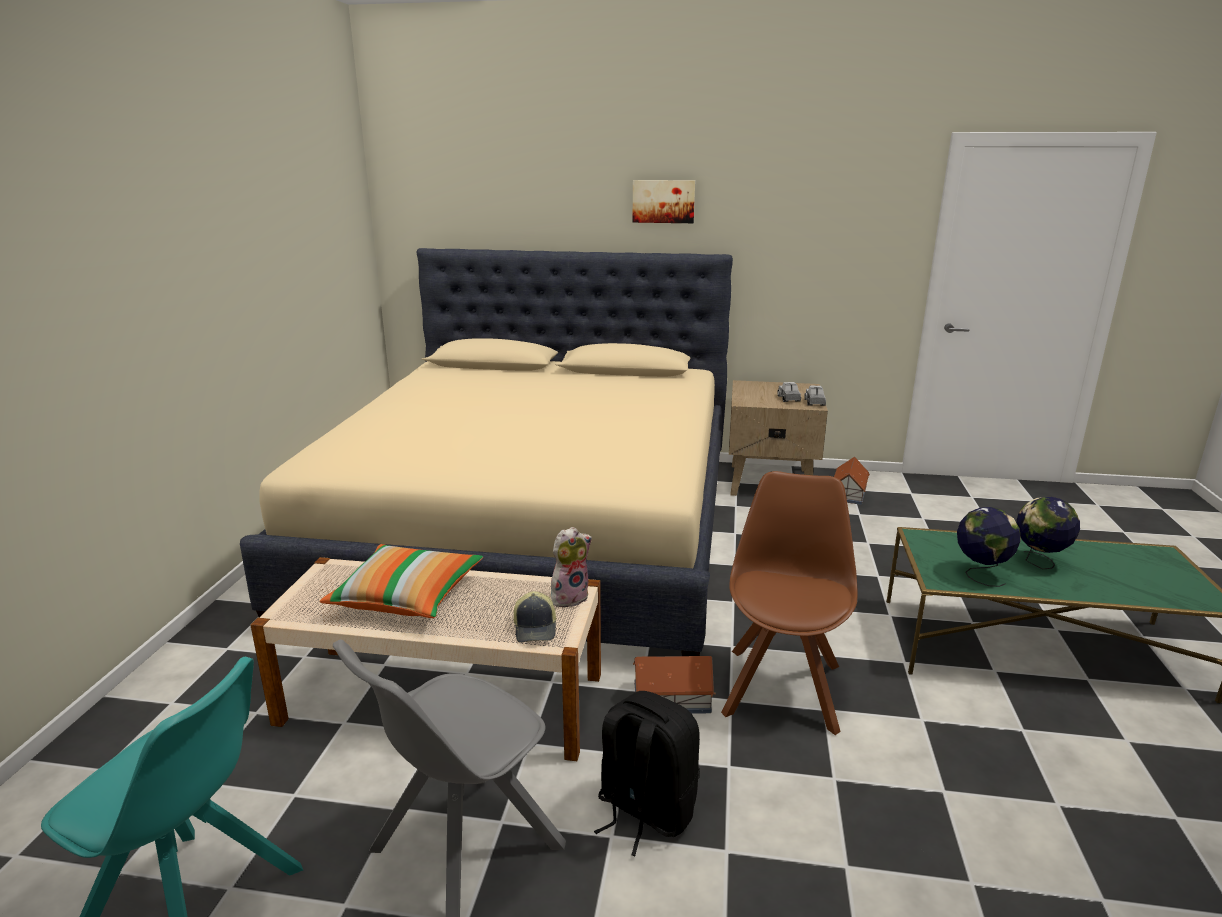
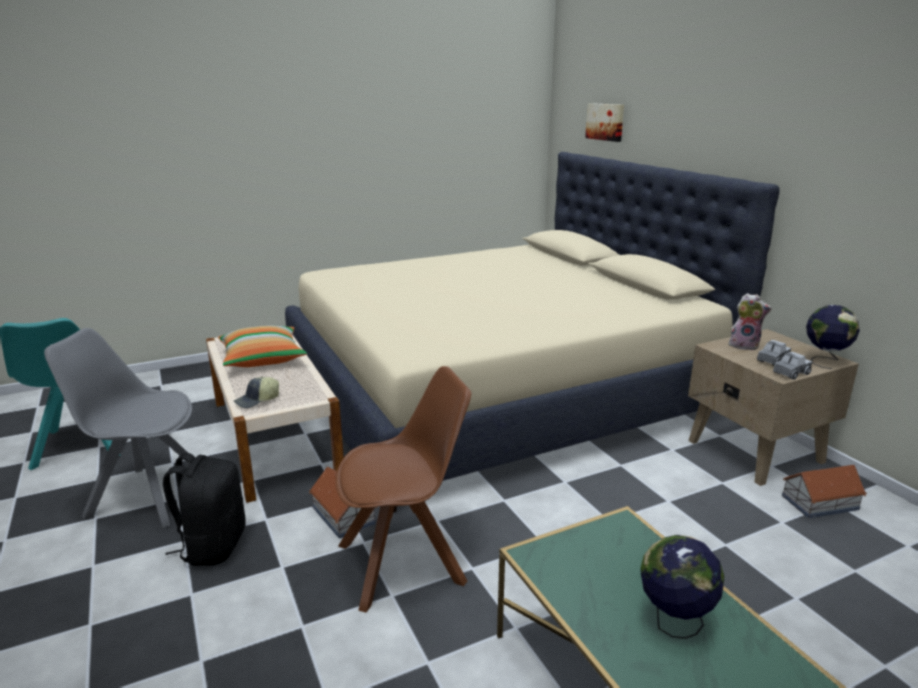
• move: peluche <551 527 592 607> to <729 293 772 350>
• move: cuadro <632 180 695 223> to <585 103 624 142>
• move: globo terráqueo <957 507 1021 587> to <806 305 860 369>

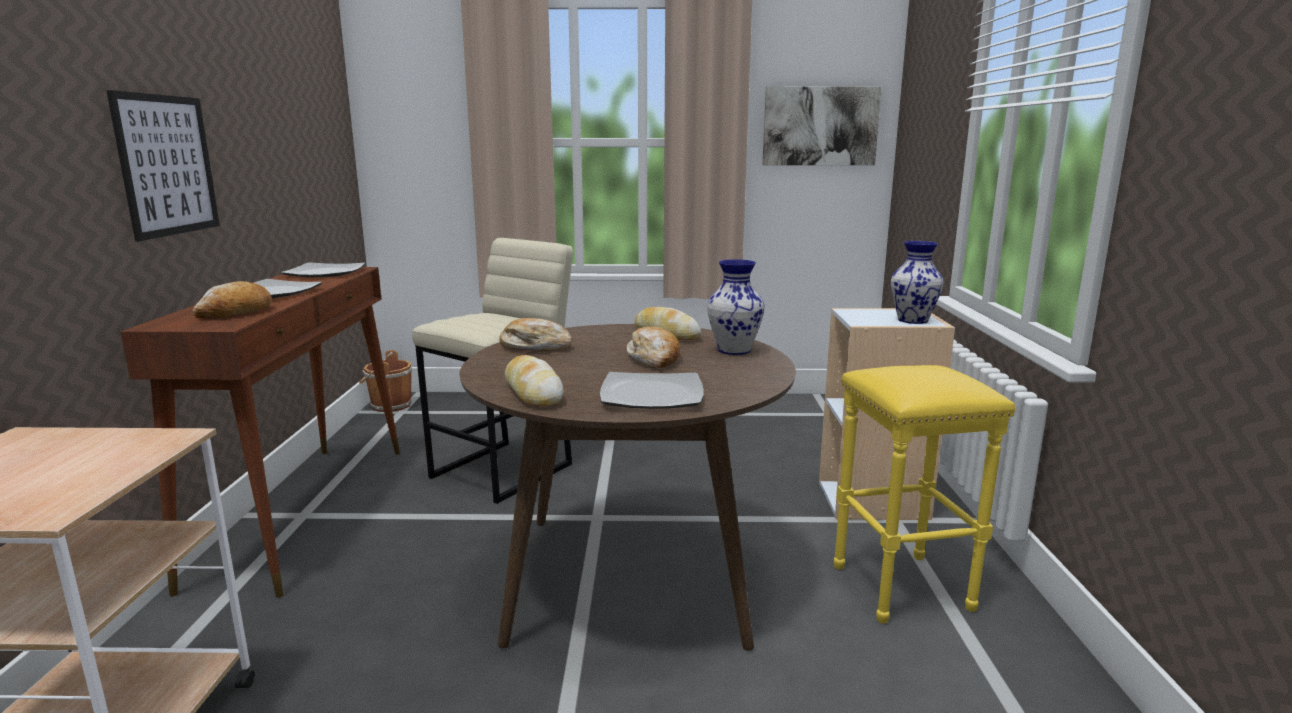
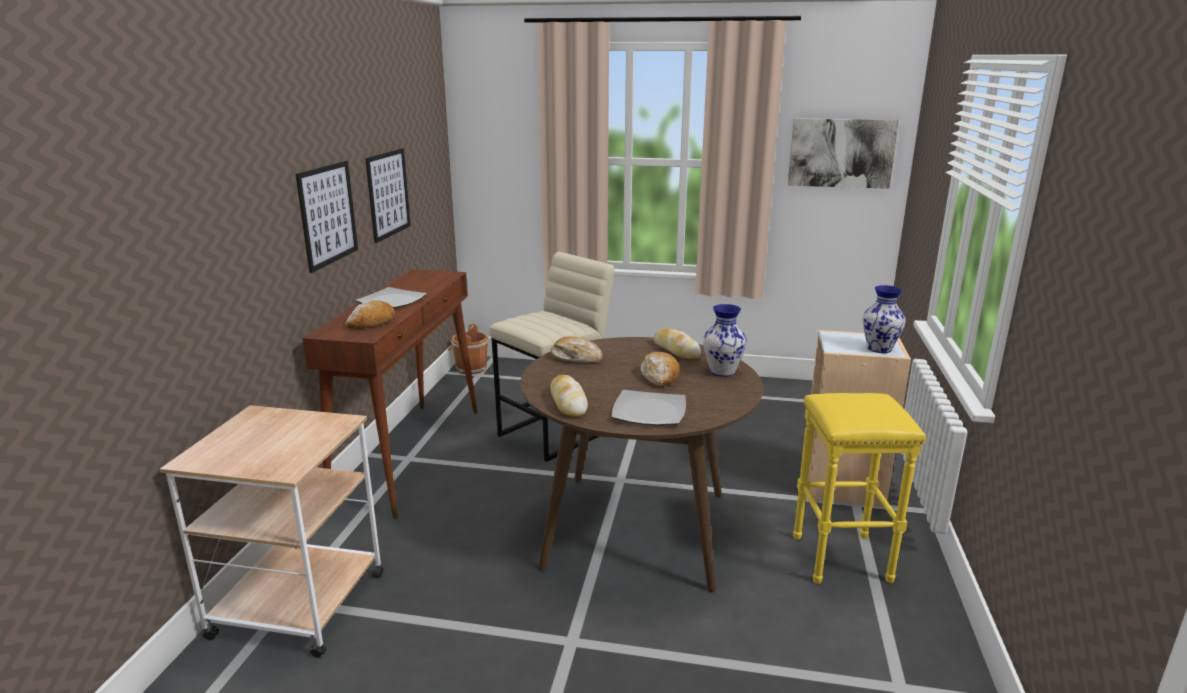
• delete: plato <280 262 365 277>
• insert: cuadro <365 148 411 243>

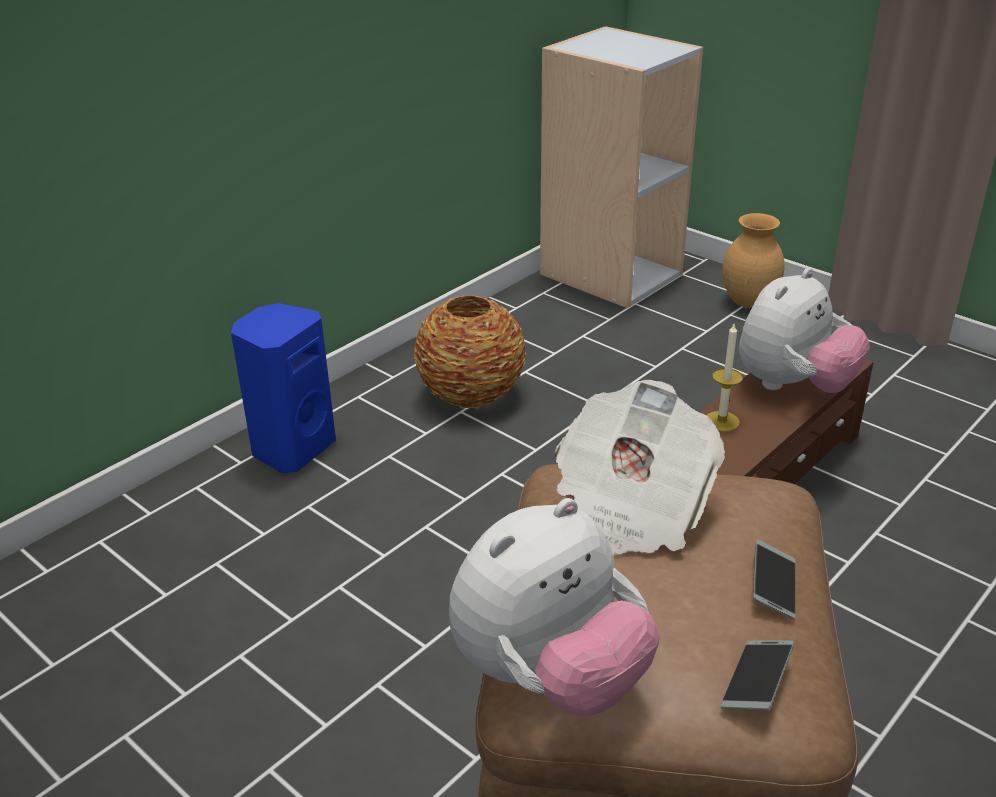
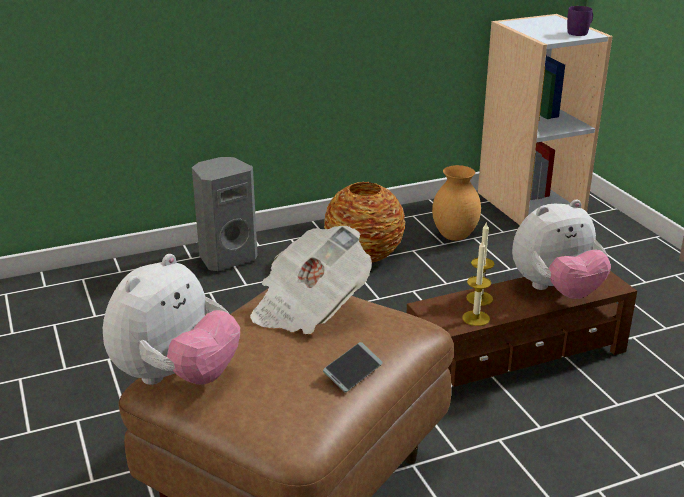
• delete: móvil <721 640 794 711>
• insert: vela <462 241 491 326>
• insert: taza grande (morado) <567 6 593 36>
• move: florero (marrón) <722 213 784 308> to <432 165 481 241>
• recolor: altavoz (azul) <231 303 336 473> to altavoz (gris) <192 157 257 271>
• rotate: peluche <449 498 660 716> = <103 254 240 385> 45 degrees counterclockwise

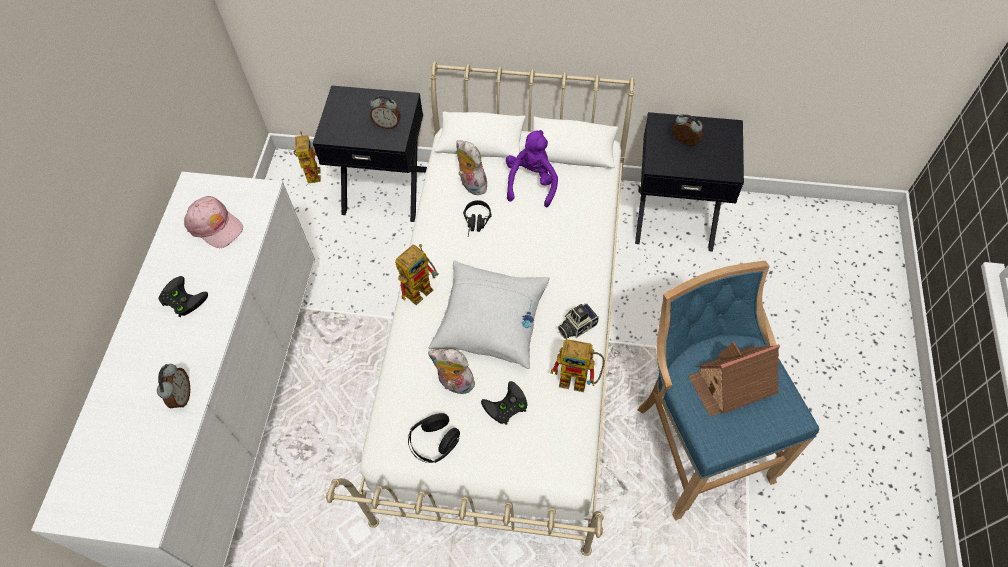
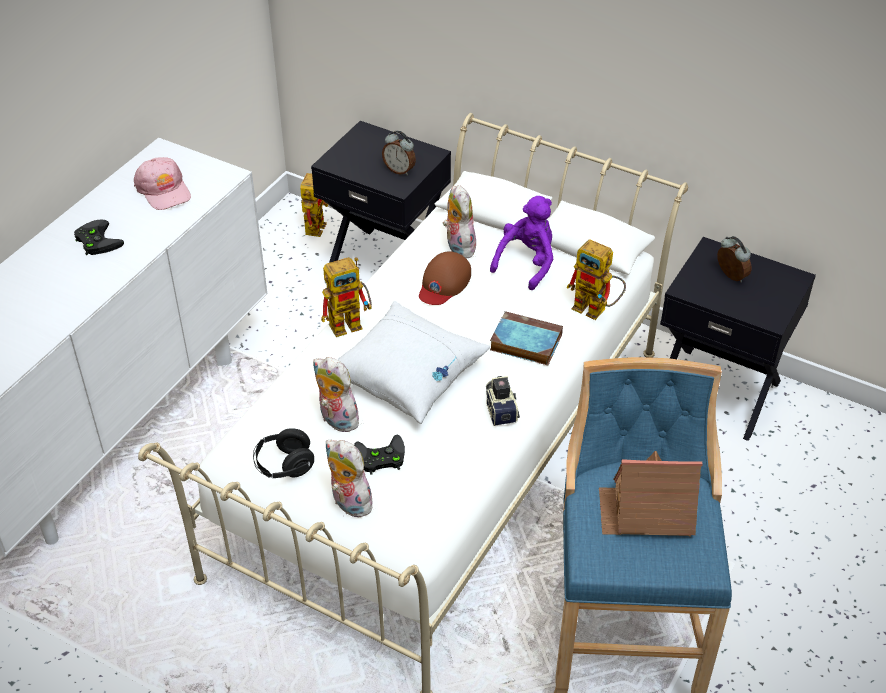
• delete: despertador <157 364 190 408>
• insert: peluche <325 440 373 517>
• insert: libro <490 311 563 365>
• move: robot de juguete <550 339 605 392> to <566 239 626 320>
• replace: auriculares (negro) <463 200 491 236> to gorra (marrón) <419 252 471 305>
• rotate: cámara <558 303 599 339> = <486 376 520 426> 90 degrees clockwise

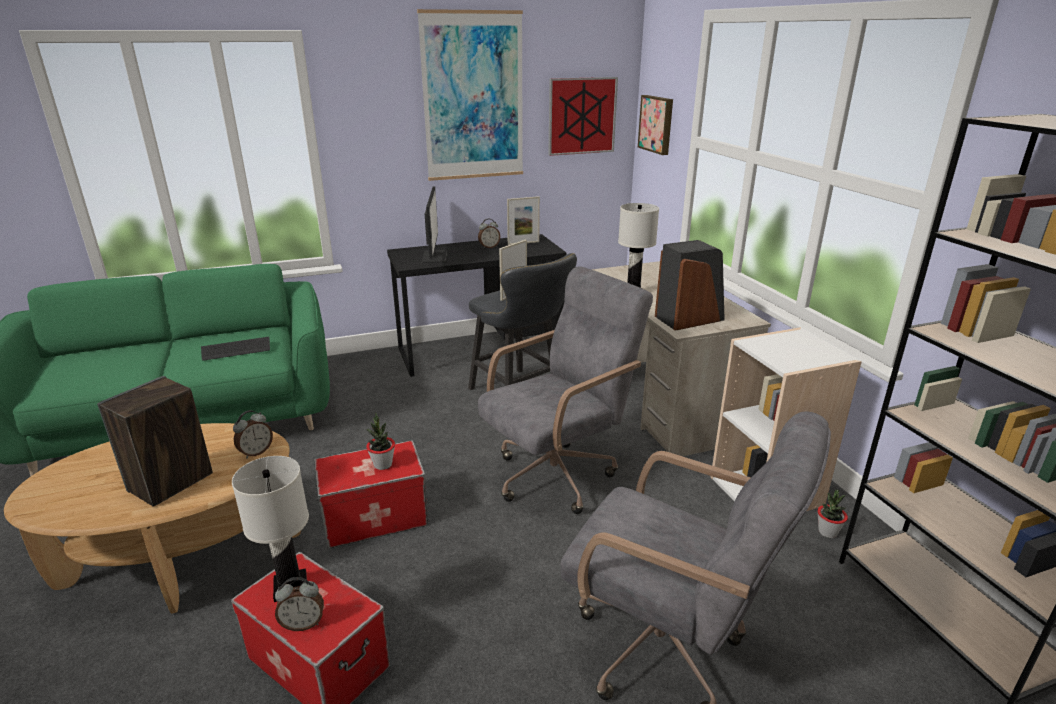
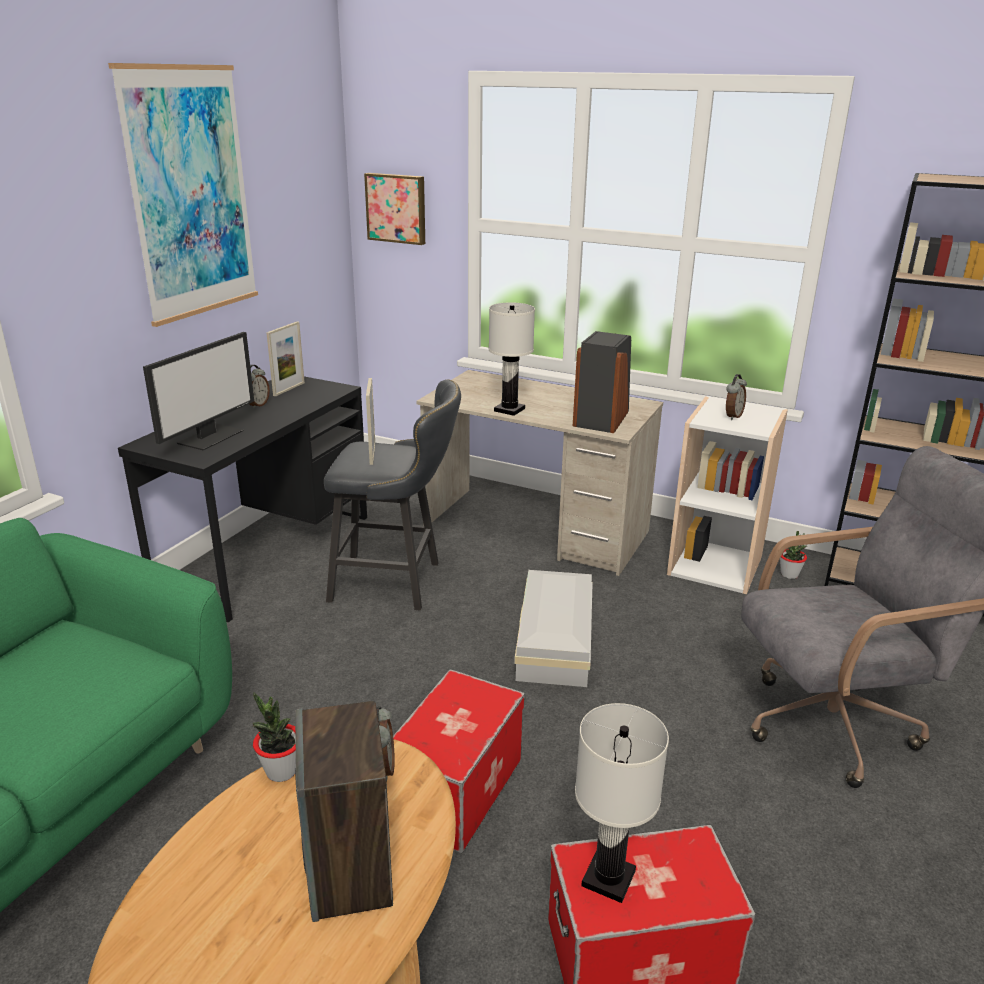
• delete: teclado <201 337 270 361>
• delete: cuadro <548 77 618 156>
• move: despertador <275 577 324 631> to <726 374 747 420>
• move: planta en maceta <366 412 395 470> to <253 692 296 782>
• replace: silla de oficina (gris) <478 266 653 514> to caja de almacenaje (blanco) <514 570 592 687>
• rotate: monitor <422 187 447 263> = <143 332 254 450> 75 degrees clockwise

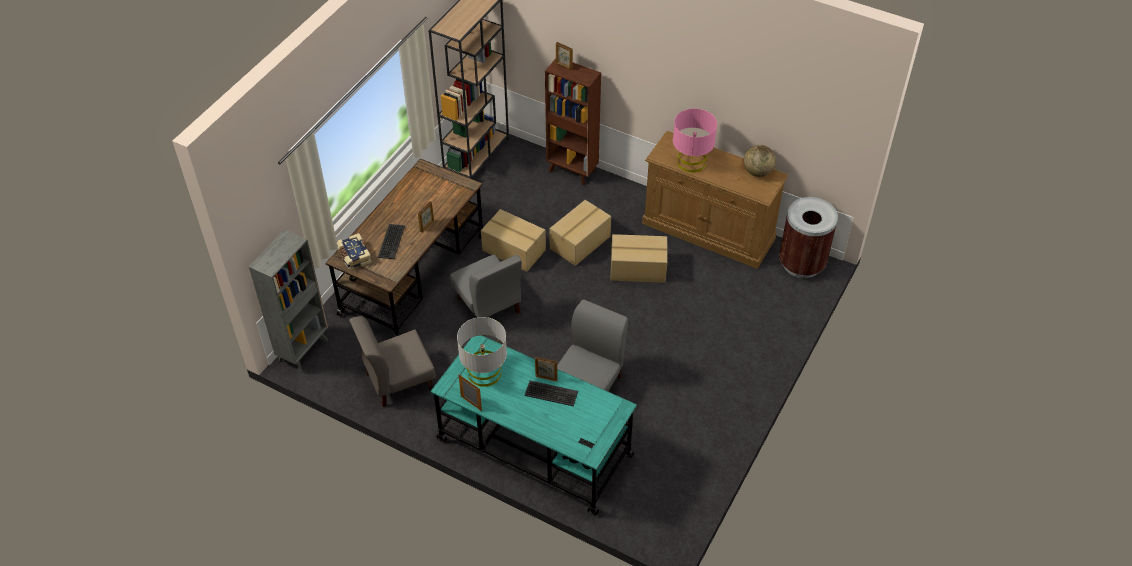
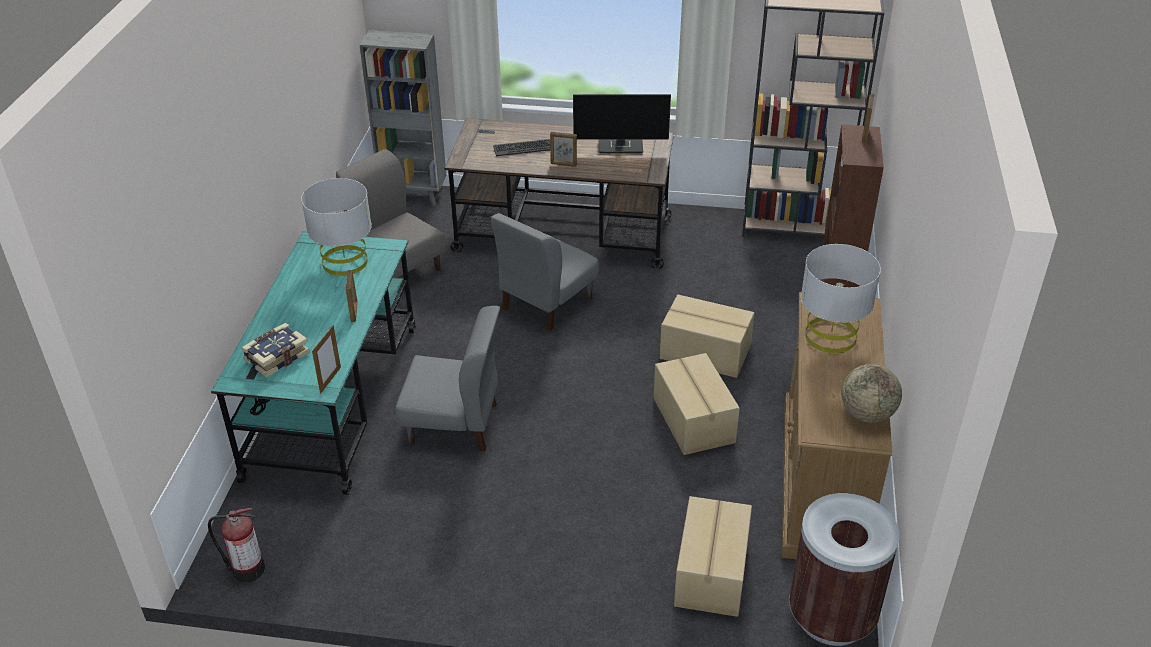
• delete: teclado <524 381 578 406>
• insert: extintor <208 508 265 582>
• insert: monitor <573 94 671 153>
• move: libro <337 233 372 270> to <241 323 310 378>
• move: portarretratos <458 374 482 411> to <312 325 341 394>
• move: caja de cartón <481 209 546 272> to <674 496 752 617>
• recolor: lámpara de mesa (rosa) <673 109 717 172> to lámpara de mesa (gris) <801 244 881 353>

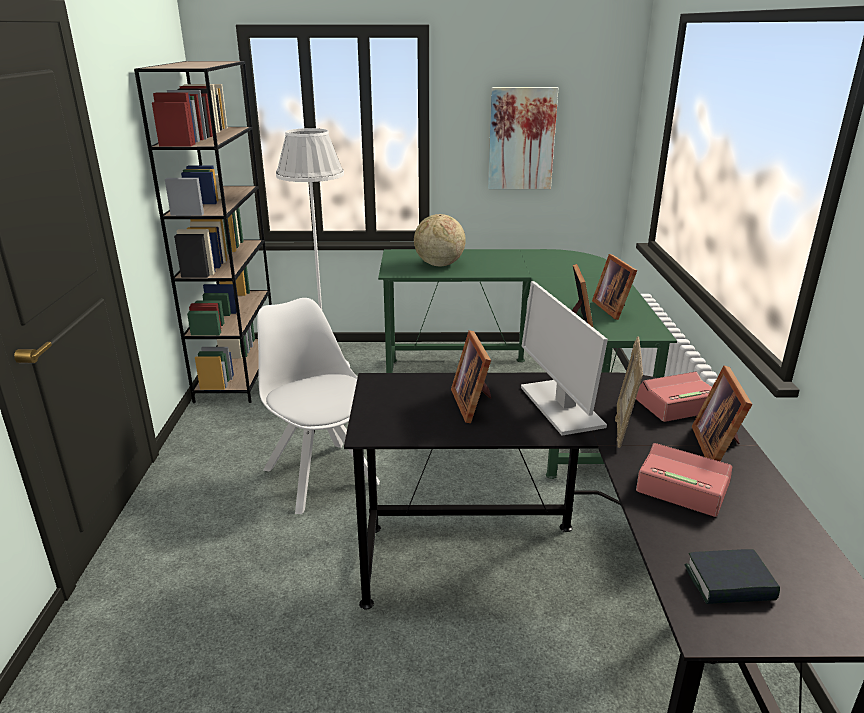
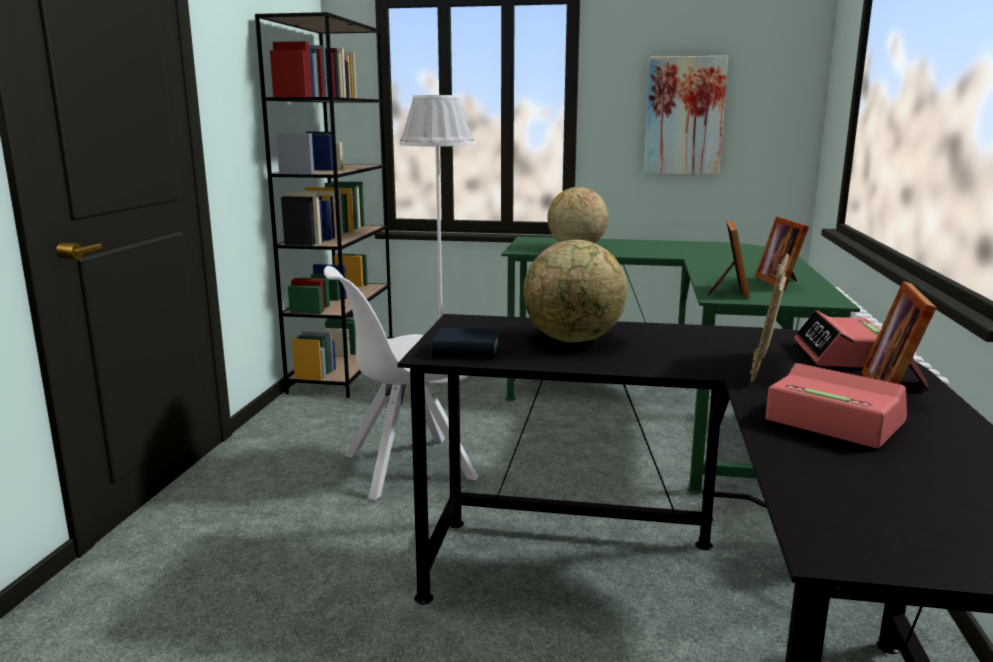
• delete: monitor <521 281 608 435>
• move: libro <685 549 780 604> to <431 328 500 358>
• replace: portarretratos <451 330 491 423> to globo terráqueo <523 240 627 343>
• rotate: silla (blanco) <257 298 380 514> = <324 266 478 500> 90 degrees counterclockwise
• rotate: despertador <636 372 712 422> = <794 310 881 368> 75 degrees counterclockwise

